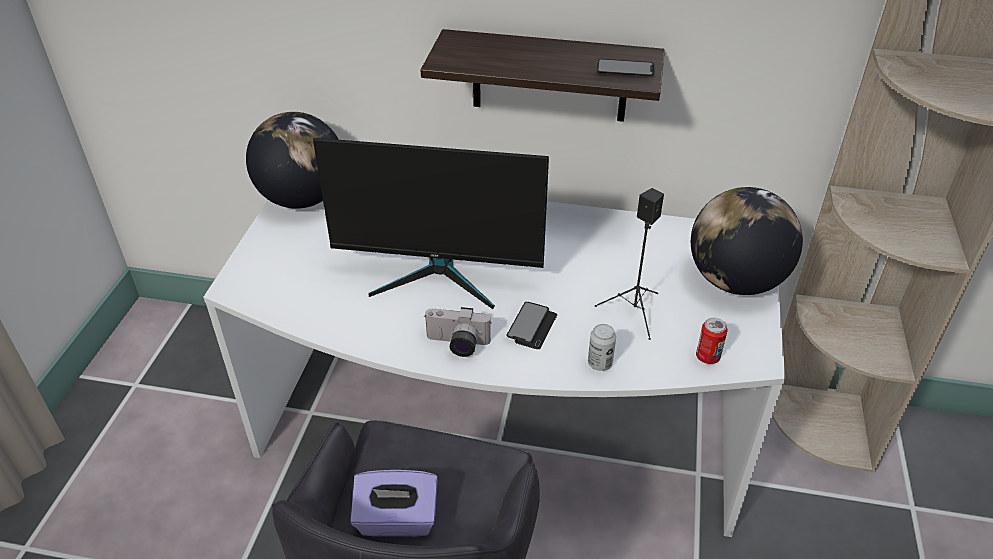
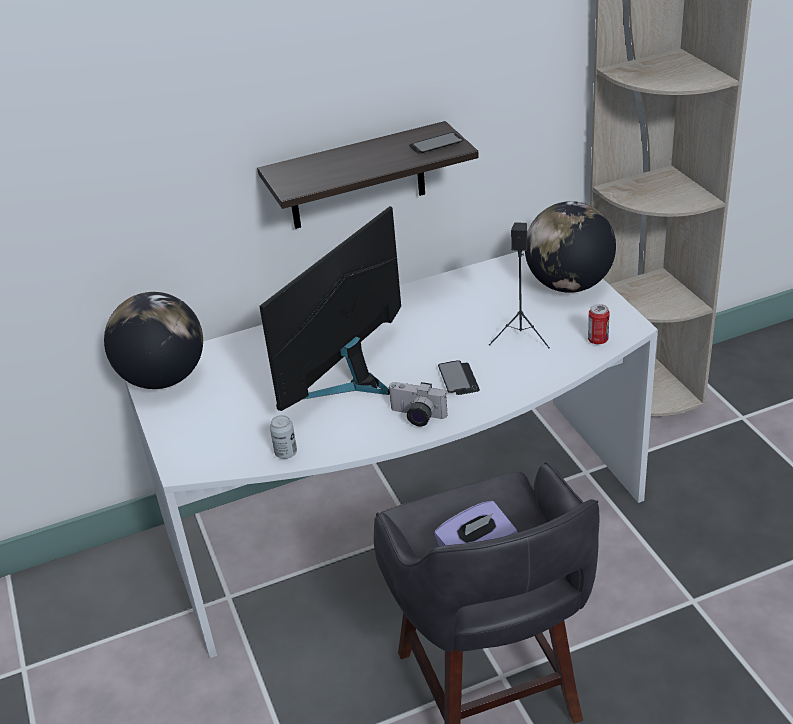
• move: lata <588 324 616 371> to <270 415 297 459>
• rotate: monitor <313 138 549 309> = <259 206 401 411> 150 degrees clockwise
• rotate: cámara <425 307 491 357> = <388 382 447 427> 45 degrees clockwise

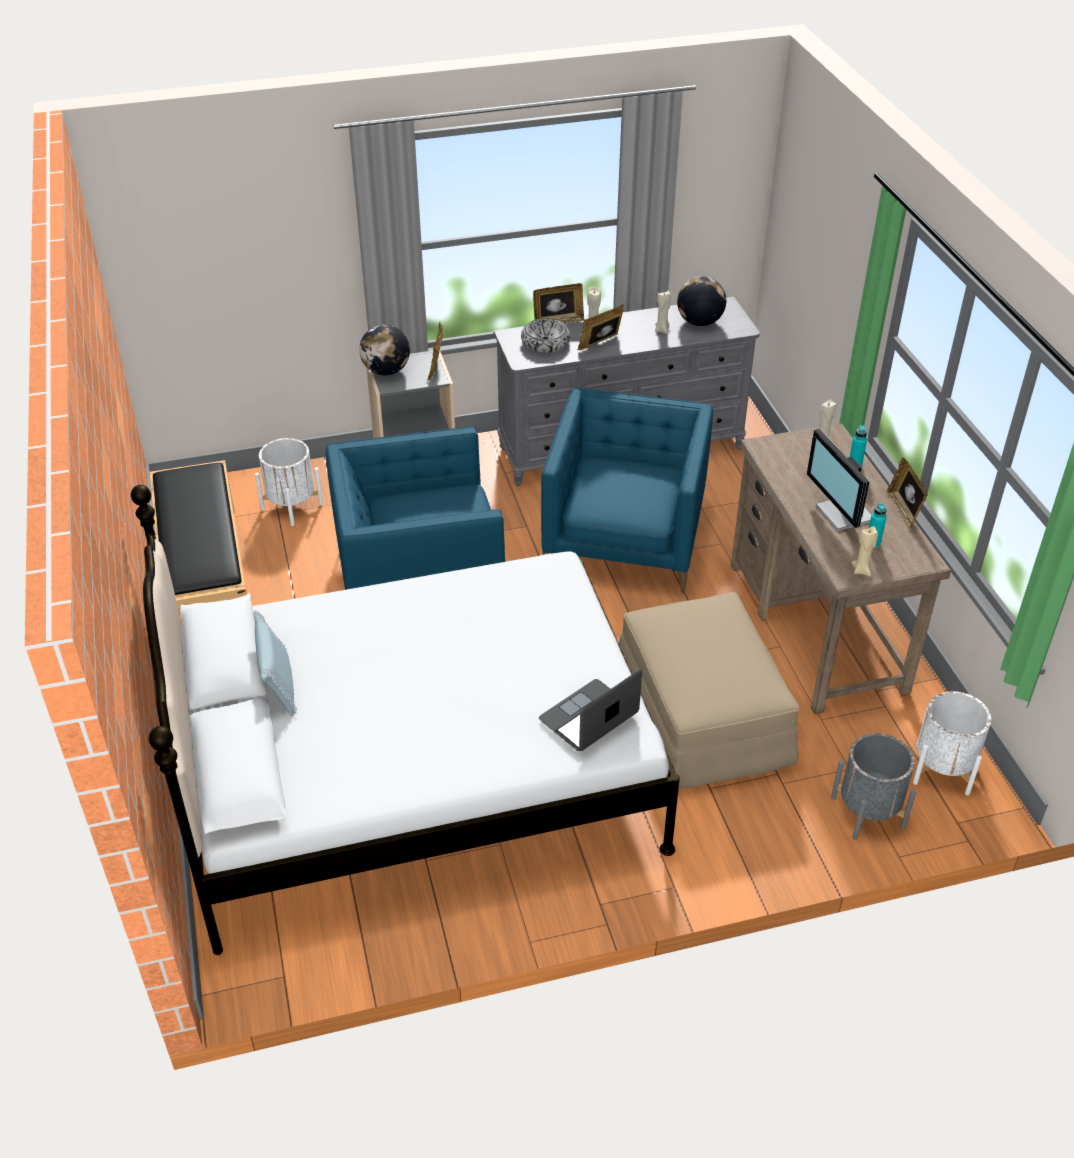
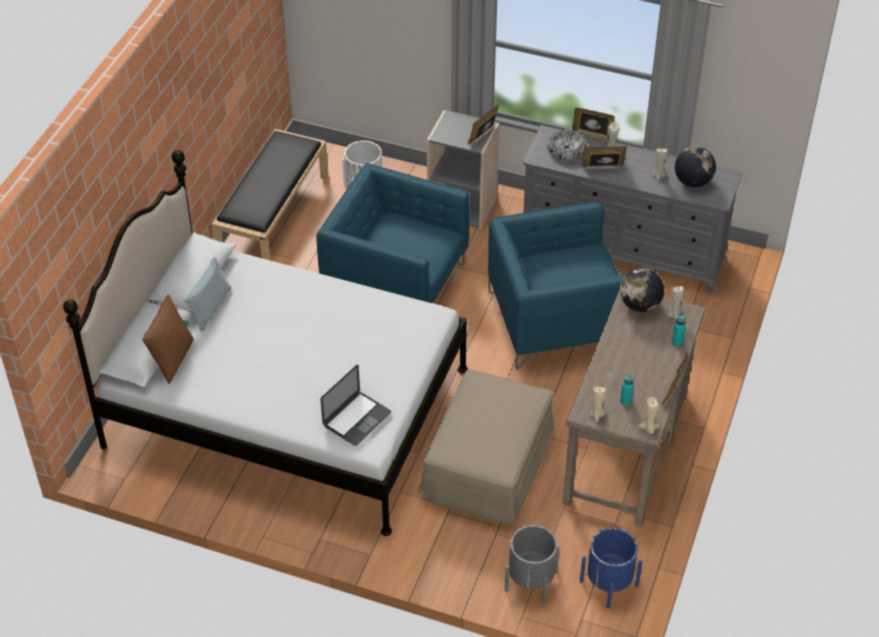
• delete: monitor <807 429 871 531>
• insert: cojín (marrón) <142 294 194 384>
• insert: vela (beis) <639 397 659 434>
• move: globo terráqueo <359 325 410 375> to <620 268 664 312>
• recolor: maceta (blanco) <913 691 991 795> to maceta (azul) <580 527 642 608>
• rotate: portátil <539 669 642 751> = <321 365 391 446> 135 degrees clockwise
• rotate: sillón (azul) <541 388 713 594> = <488 201 627 370> 150 degrees counterclockwise

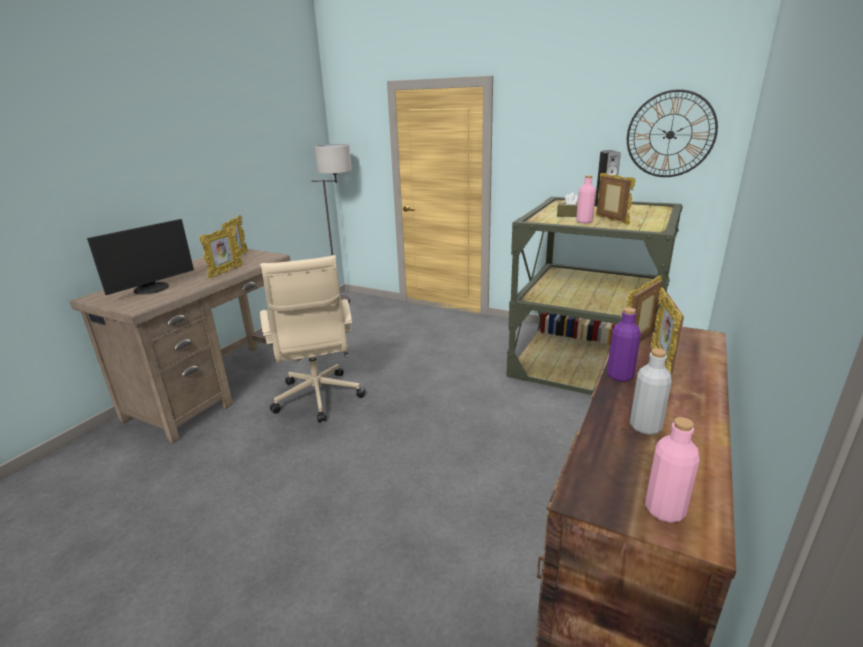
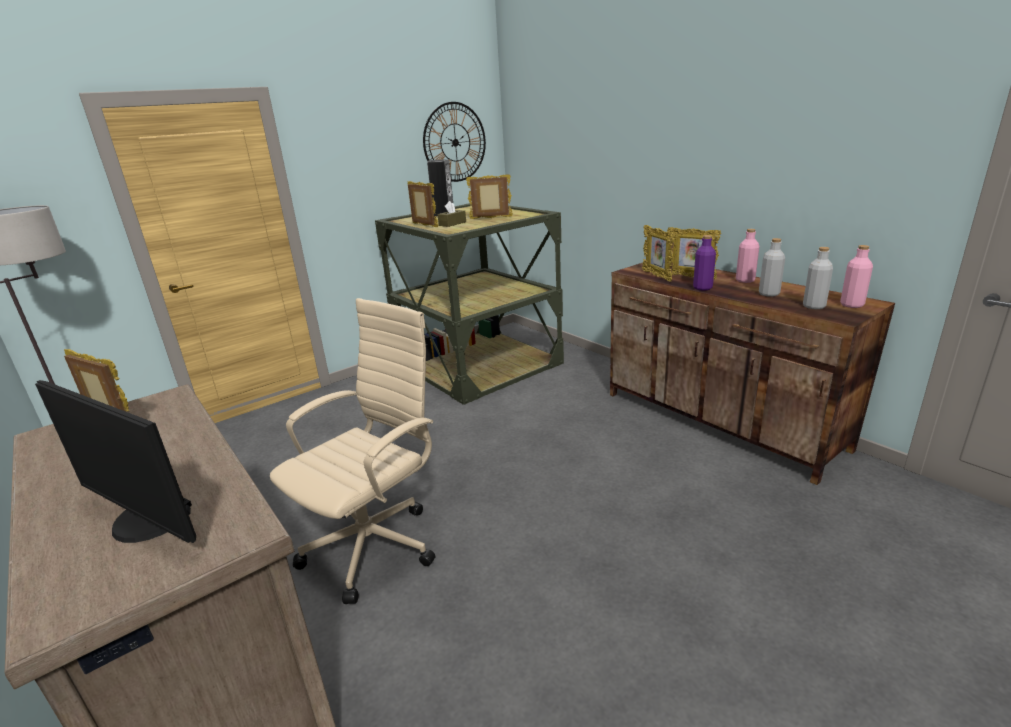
• insert: botella (gris) <803 247 833 309>
• move: portarretratos <199 226 243 279> to <408 181 438 227>
• move: botella (rosa) <576 175 596 223> to <736 229 760 283>
• rotate: monitor <87 219 194 295> = <35 380 196 543> 150 degrees clockwise
• rotate: silla de oficina (beis) <260 255 366 422> = <270 298 435 604> 60 degrees counterclockwise

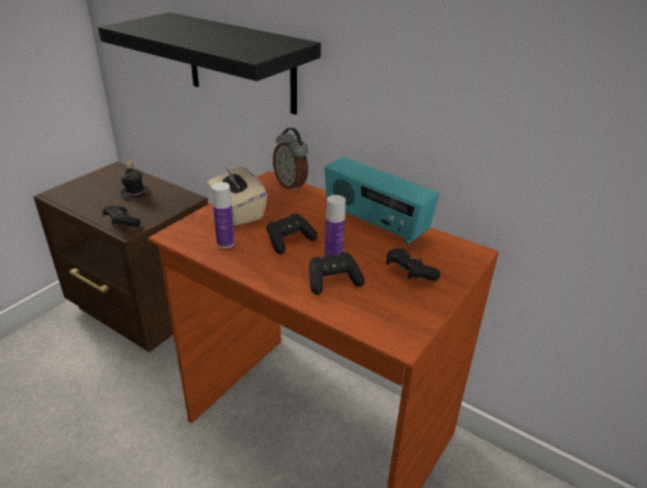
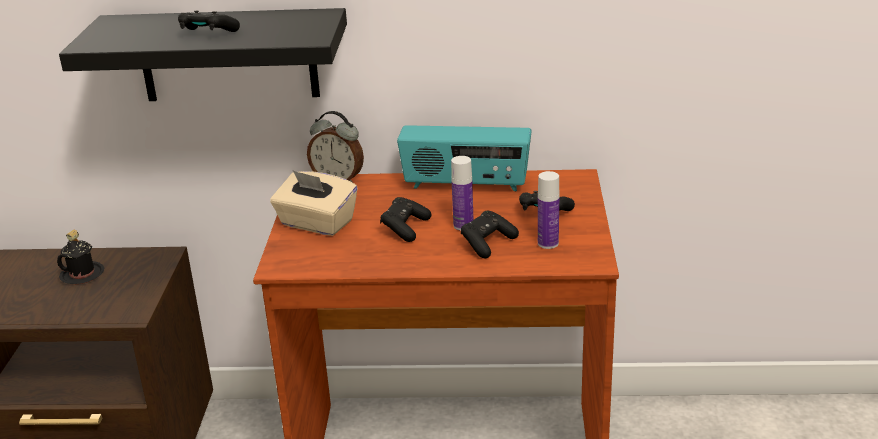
• move: mando de consola (negro) <102 206 141 227> to <178 11 240 32>
• move: botella <212 182 235 248> to <538 171 559 249>

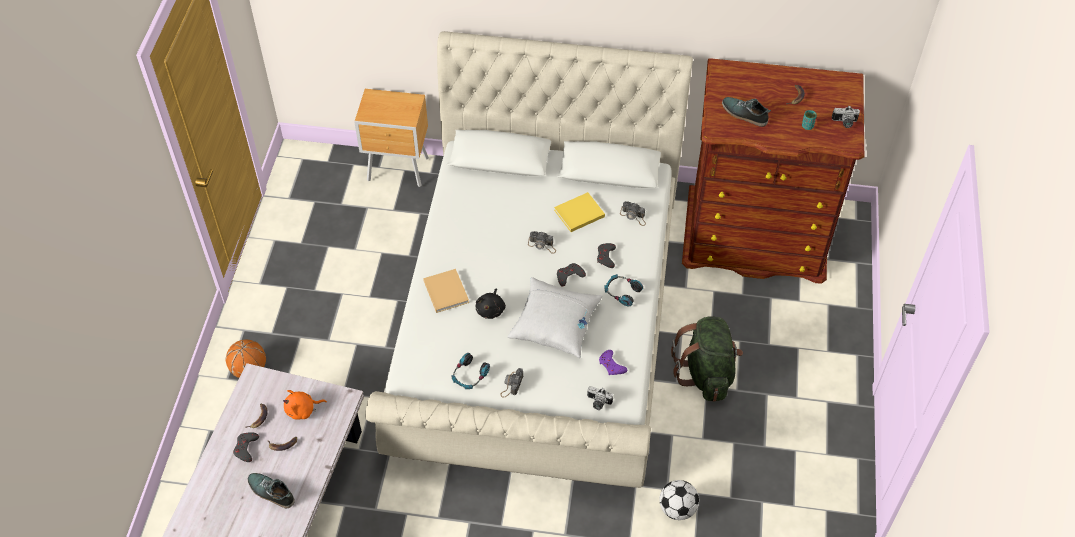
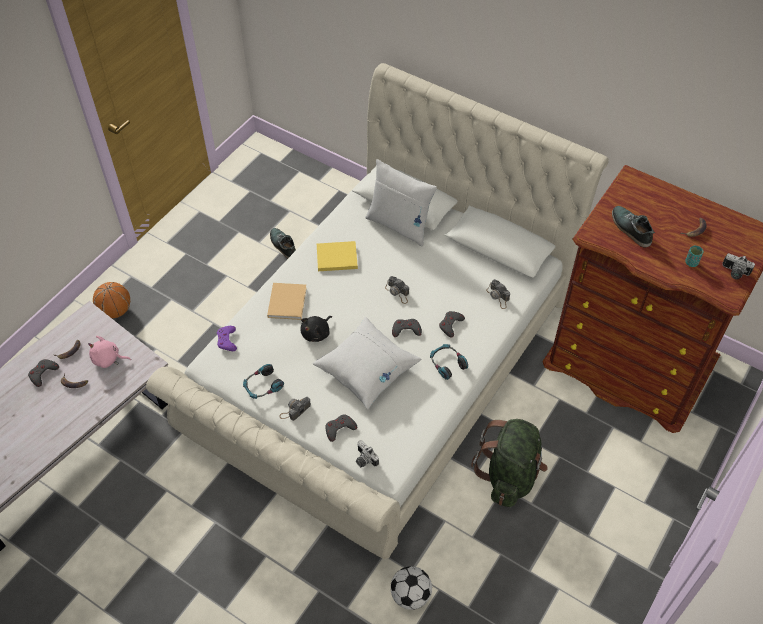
• delete: mesita de noche (marrón) <355 89 429 187>
• insert: mando de consola (gris) <325 414 357 442>
• insert: cojín (gris) <365 159 437 247>
• move: zapato <248 473 295 508> to <270 228 296 259>
• move: libro (amarillo) <554 192 605 232> to <317 241 358 271>
• move: mando de consola (morado) <599 350 627 375> to <217 326 237 351>
• recolor: peluche (naranja) <283 390 327 420> to peluche (rosa) <88 336 131 368>

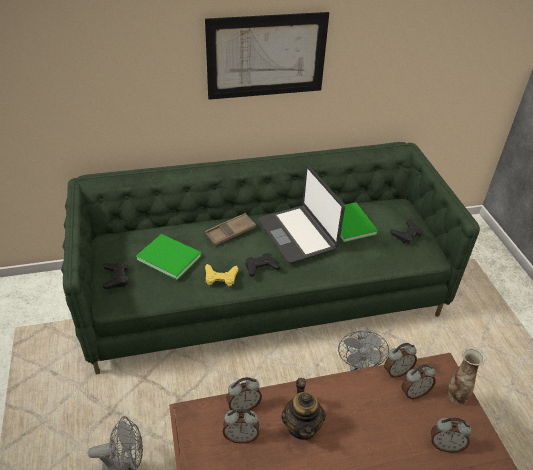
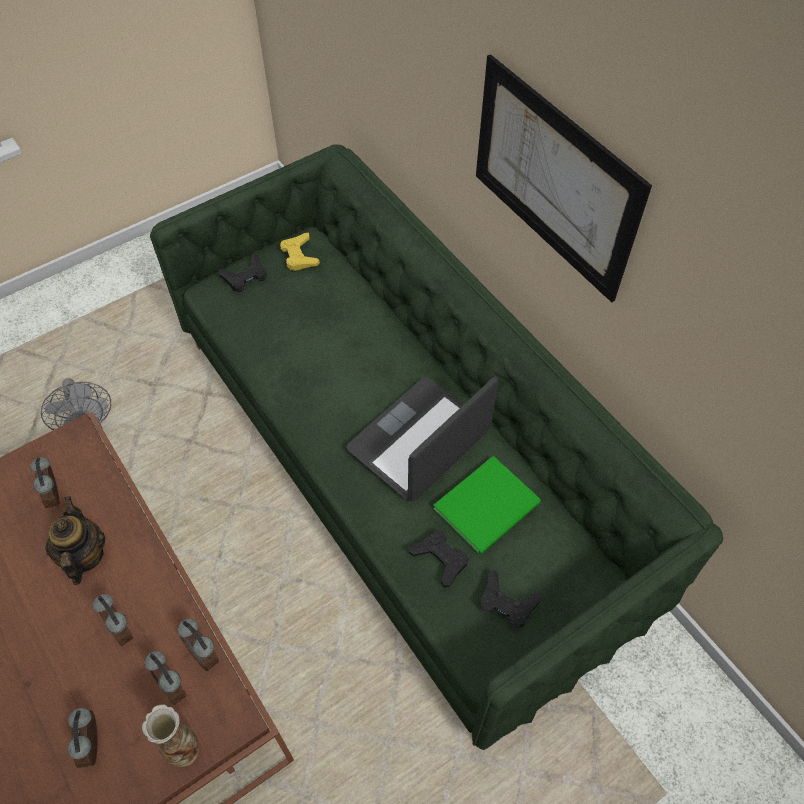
• delete: libro (verde) <136 234 202 280>
• delete: bandeja (marrón) <205 213 256 246>
• delete: ventilador (gris) <338 326 389 371>
• move: mando de consola (amarillo) <205 264 238 287> to <280 233 320 271>
• move: despertador <226 377 262 413> to <93 594 134 647>
• move: mando de consola (negro) <246 253 280 277> to <409 530 469 588>
• rotate: tetera <281 378 326 440> = <45 496 106 585> 105 degrees clockwise

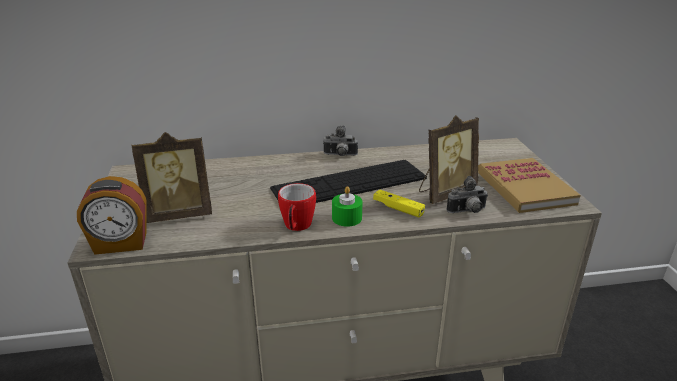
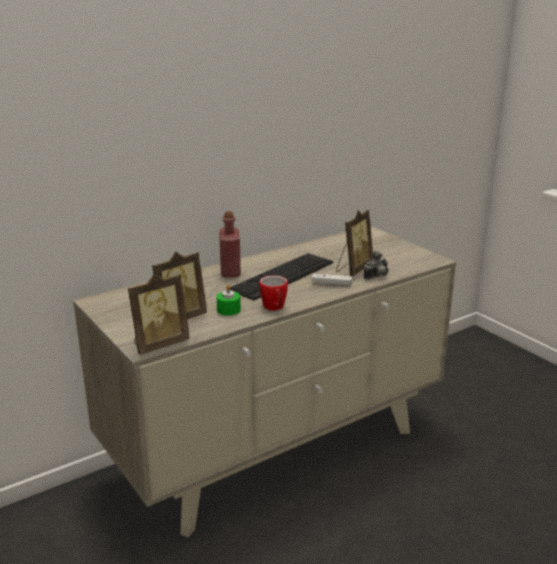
• delete: cámara <323 126 358 156>
• delete: libro <478 158 581 213>
• insert: botella (rojo) <219 211 241 278>
• move: vela (verde) <332 186 363 227> to <217 284 241 316>
• replace: despertador <77 176 147 255> to portarretratos <128 274 190 355>
• recolor: mando de consola (amarillo) <373 190 425 217> to mando de consola (blanco) <312 274 352 286>

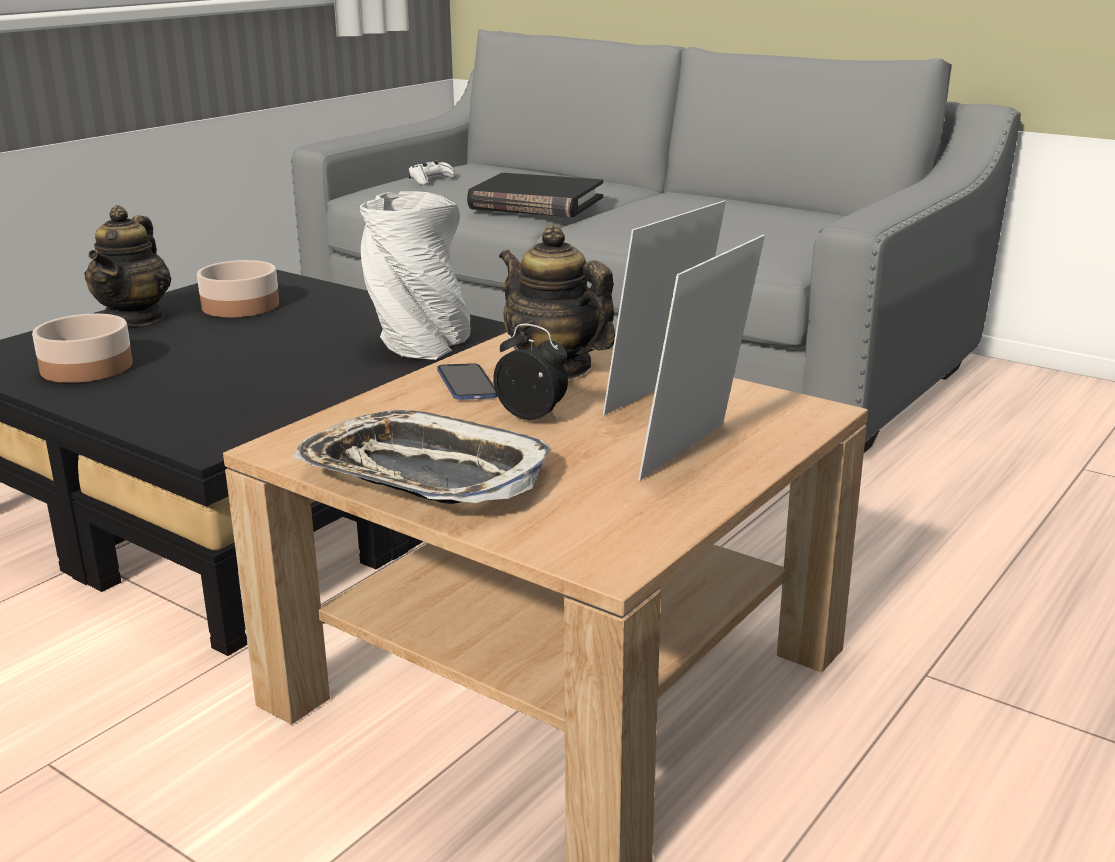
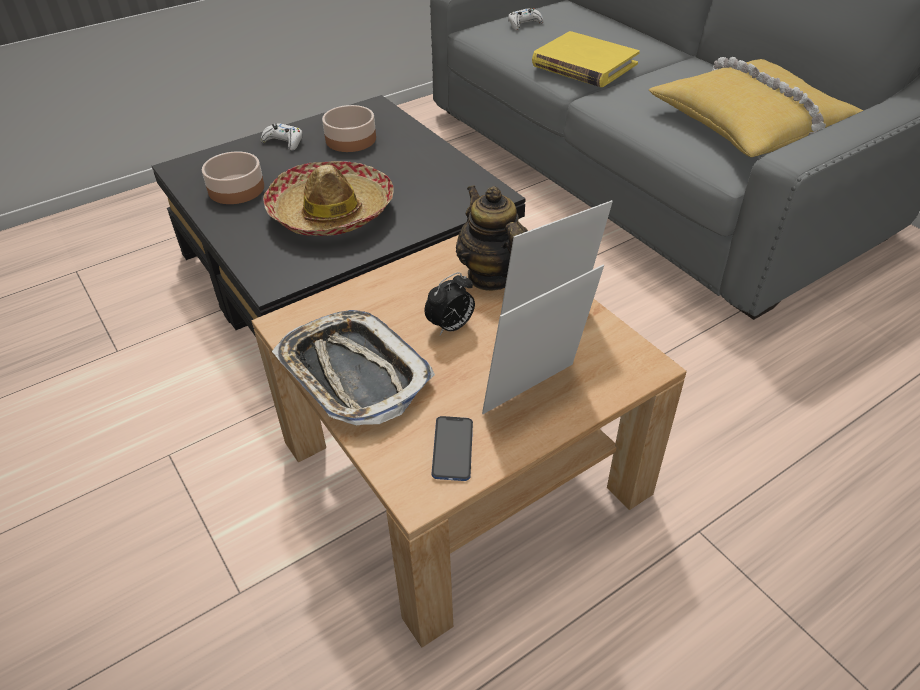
• delete: florero (gris) <360 191 471 360>
• insert: sombrero <263 161 394 236>
• insert: cojín (amarillo) <649 57 863 157>
• move: móvil <437 363 498 400> to <431 416 473 481>
• replace: tetera <84 205 171 326> to mando de consola (blanco) <261 123 302 151>
• recolor: libro (negro) <467 173 603 217> to libro (amarillo) <532 31 640 87>
• rotate: despertador <494 324 568 421> = <425 272 475 335> 90 degrees clockwise

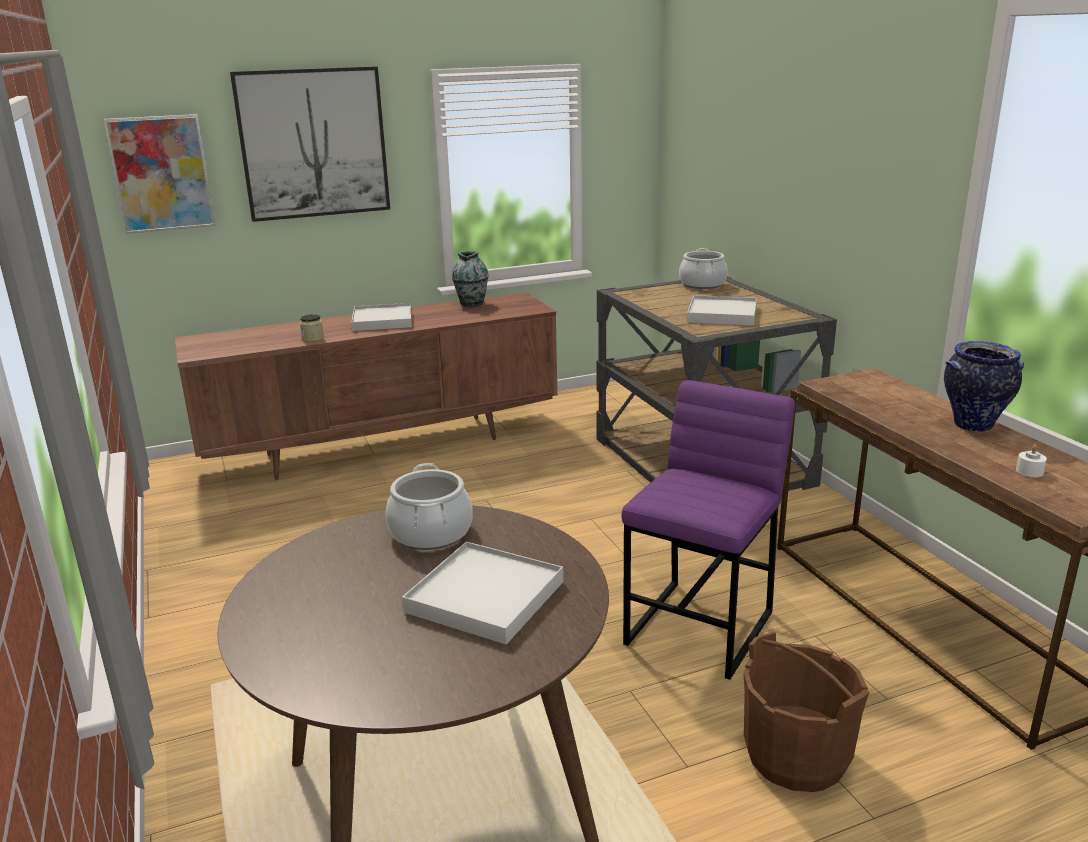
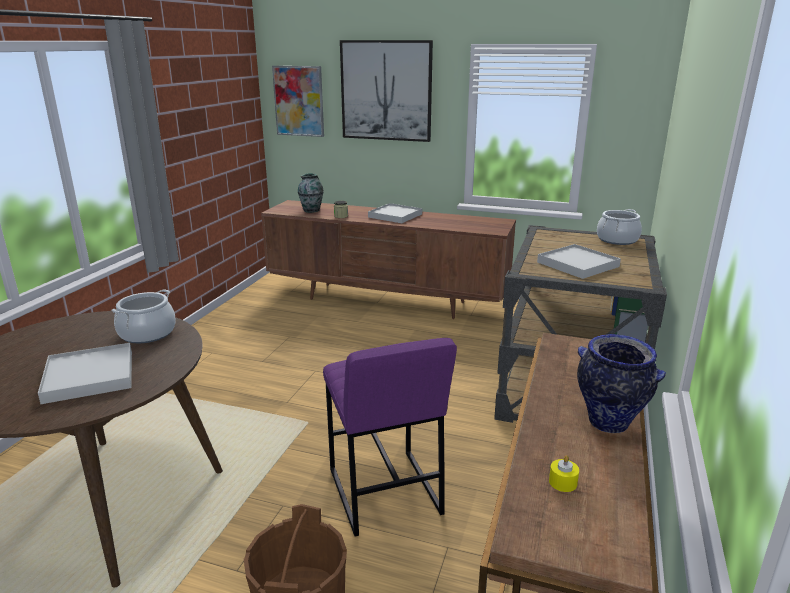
• move: florero <452 251 489 307> to <298 173 324 213>
• recolor: vela (blanco) <1016 444 1047 477> to vela (amarillo) <549 455 579 492>
• rotate: silla (morado) <622 380 795 680> = <323 338 457 536> 90 degrees clockwise

